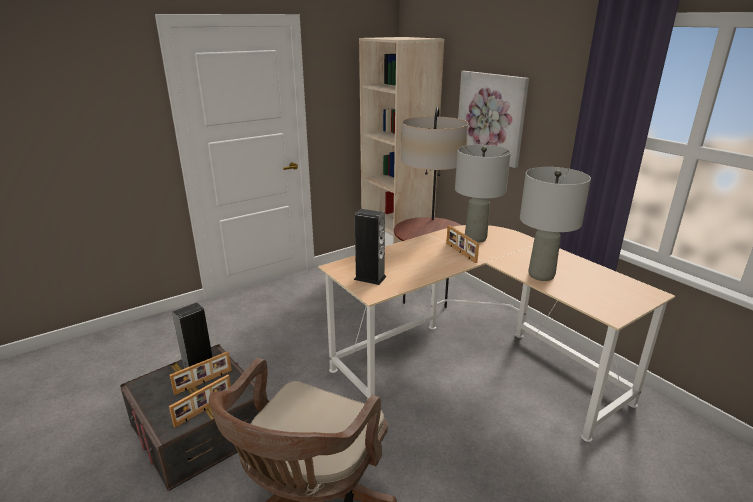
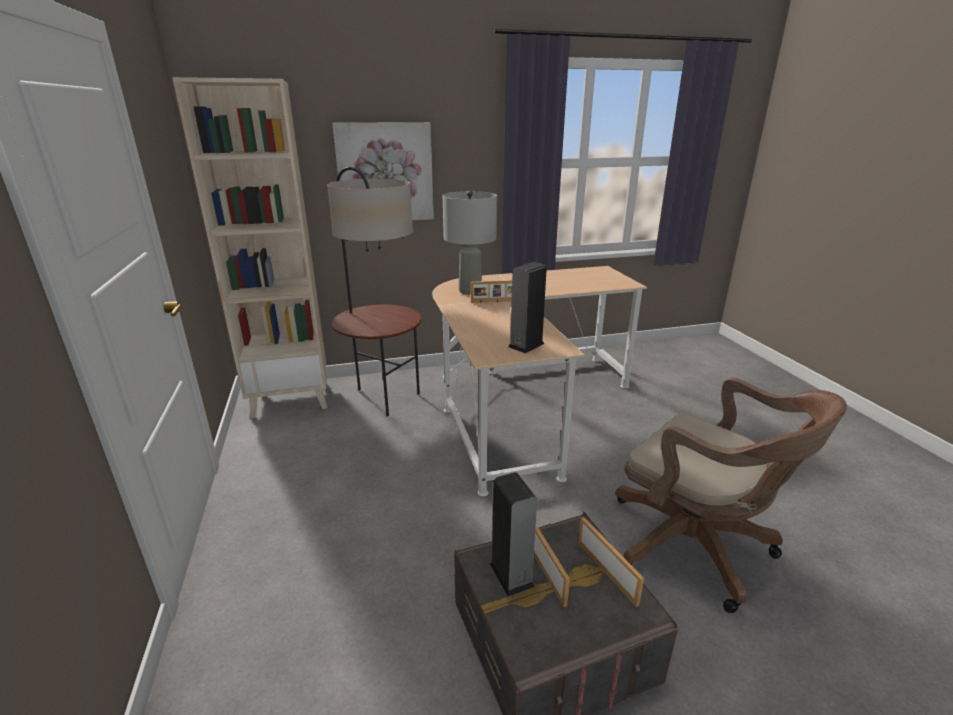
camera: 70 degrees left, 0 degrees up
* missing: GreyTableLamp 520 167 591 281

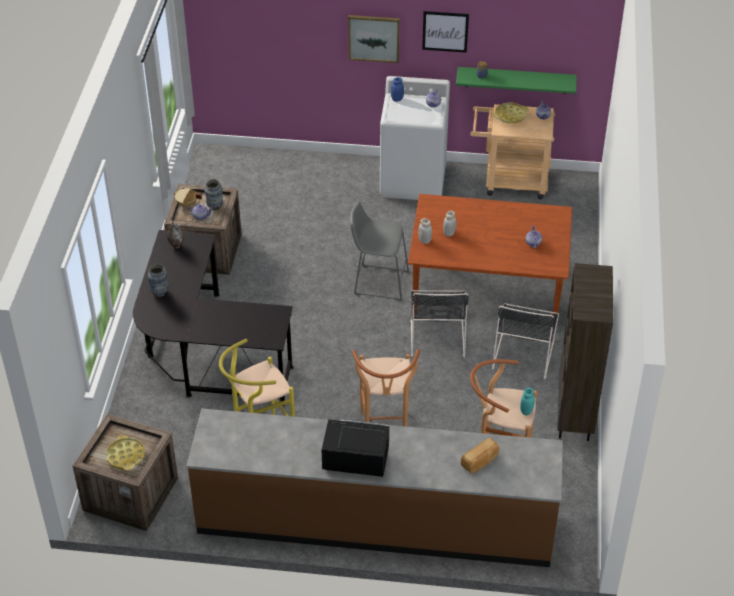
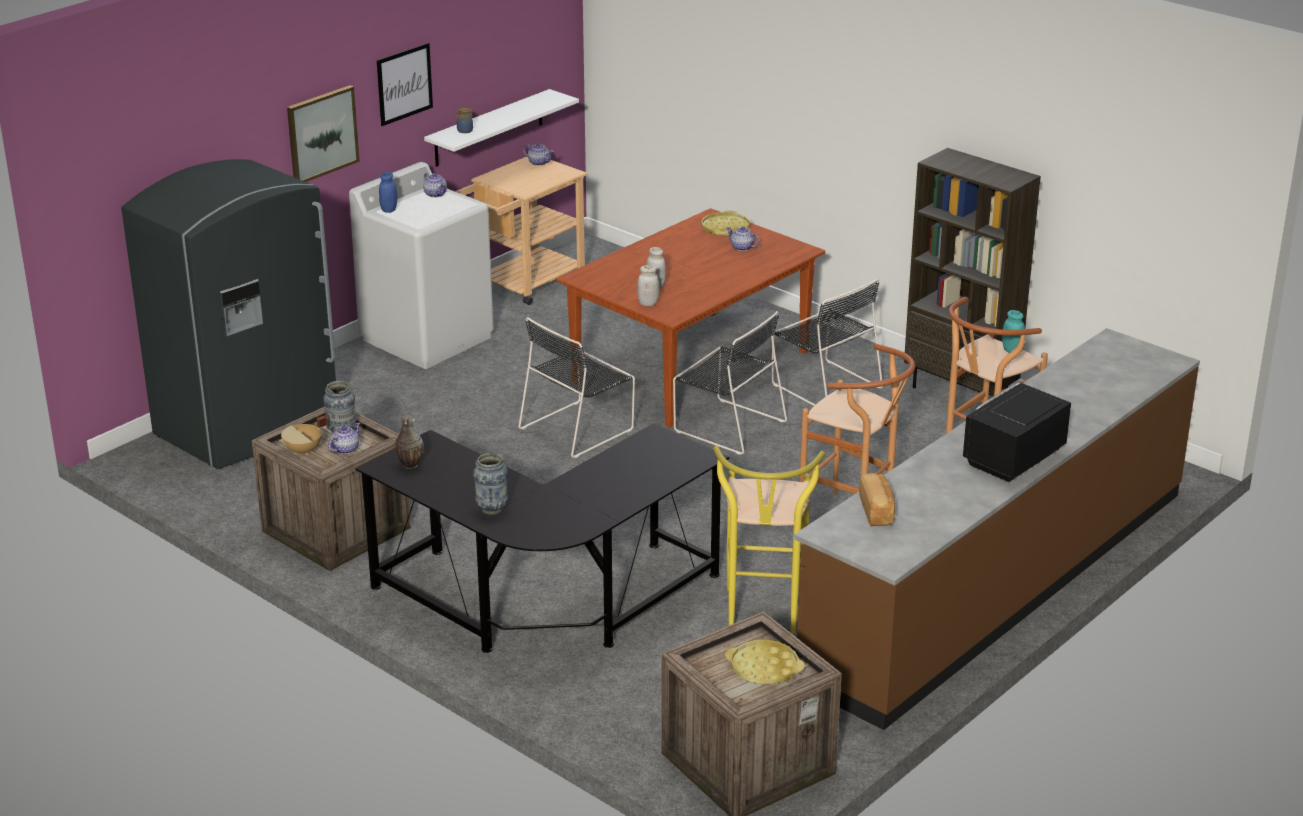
camera: 55 degrees left, 15 degrees down
* appeared: GreyFridge 121 159 336 469
* relocated: Bread 461 438 499 473 to 859 473 895 526
* relocated: YellowTray 493 103 529 123 to 701 211 750 236
* exchanged: GreyStool 350 202 410 301 to BlackChair 518 317 635 458
* colour: GreenShelf 456 67 577 94 to WhiteShelf 424 89 579 167

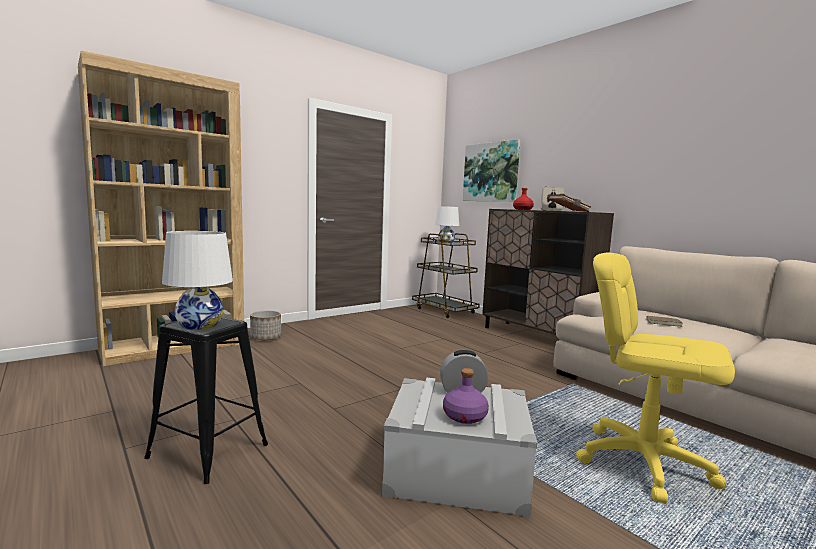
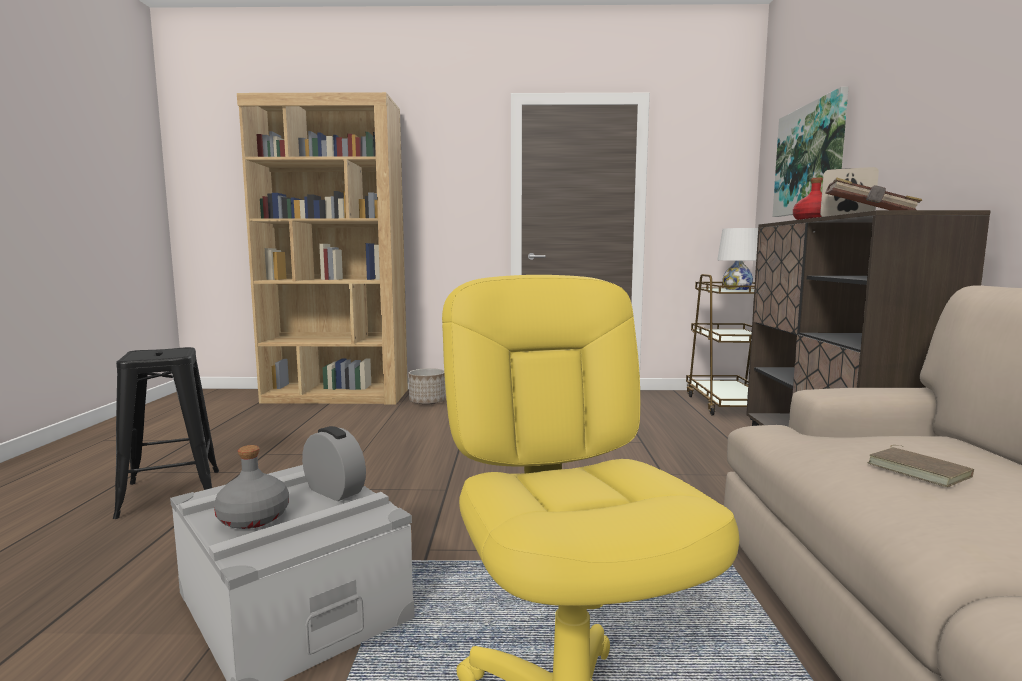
camera: 40 degrees right, 0 degrees up
* missing: WhiteTableLamp 162 231 233 330
* colour: PurpleBottle 443 368 489 424 to GreyBottle 214 445 289 529

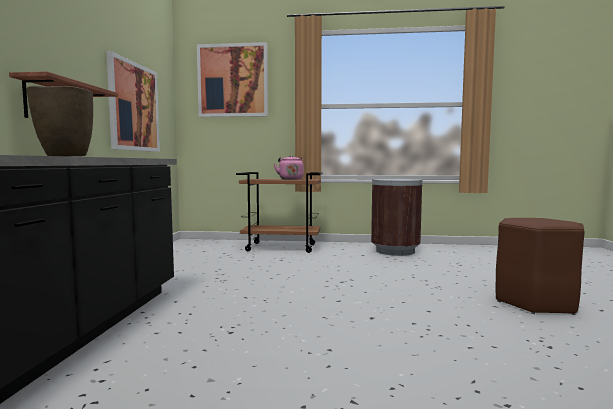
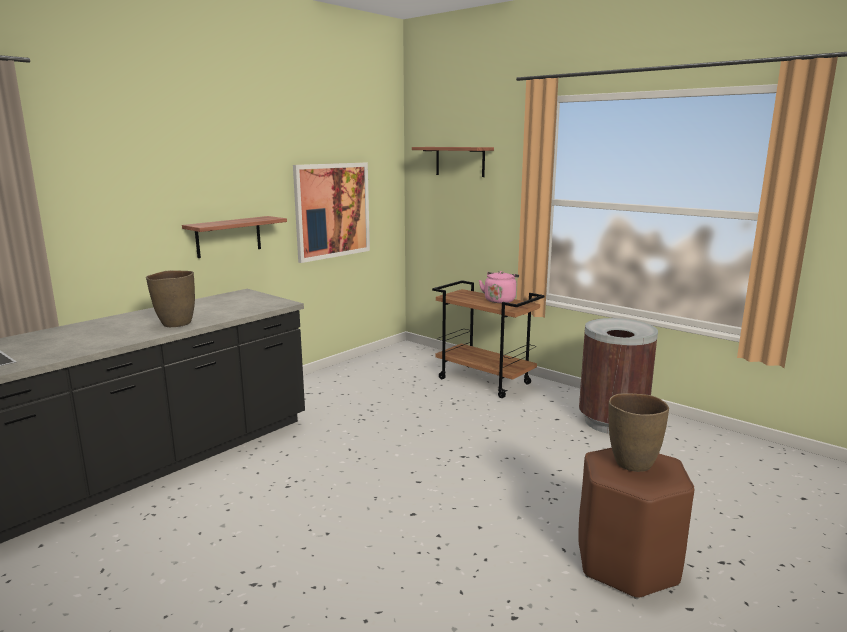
camera: 35 degrees right, 10 degrees up
* appeared: BrownVase 608 393 669 472
* exchanged: Picture 197 42 268 117 to Shelf 412 147 494 177

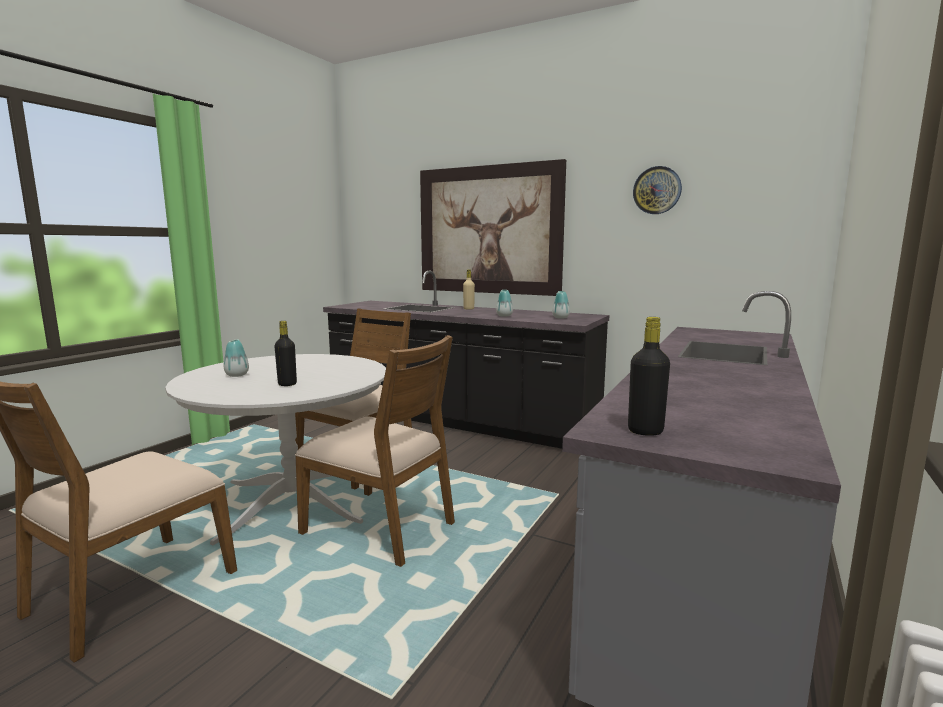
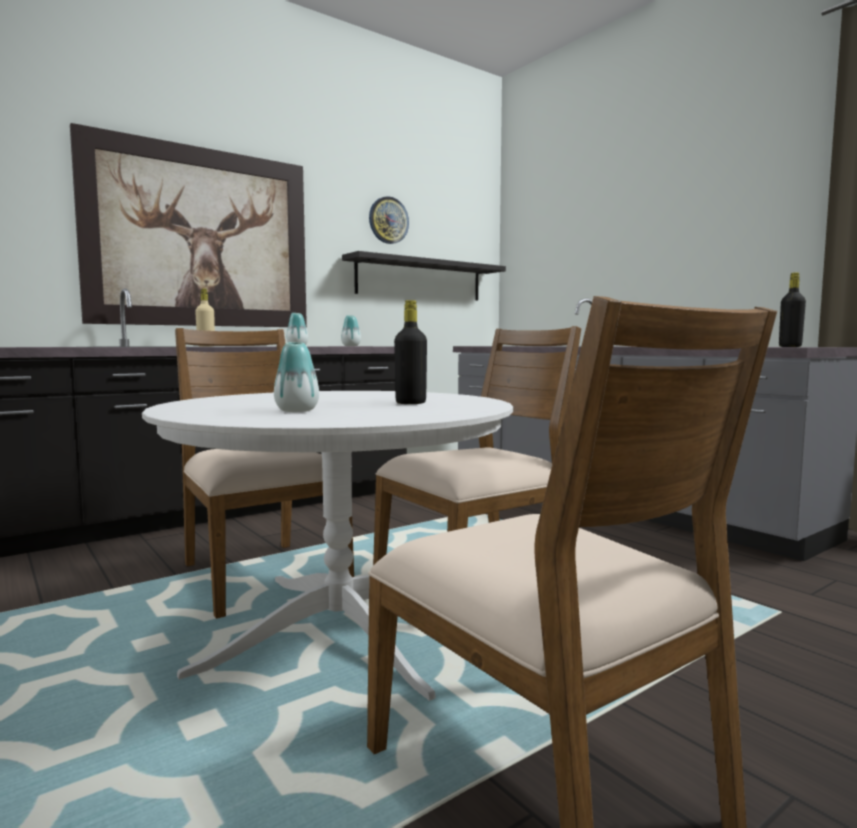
camera: 65 degrees left, 5 degrees down
* appeared: BlackShelf 342 251 506 301

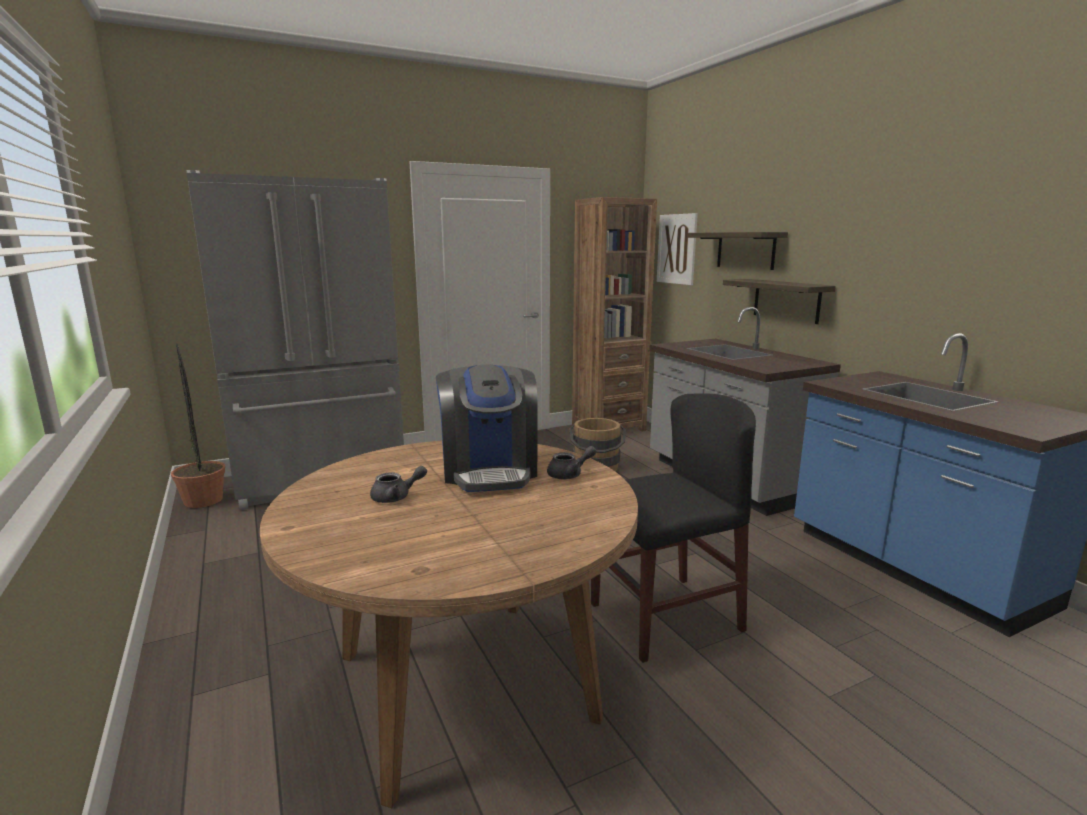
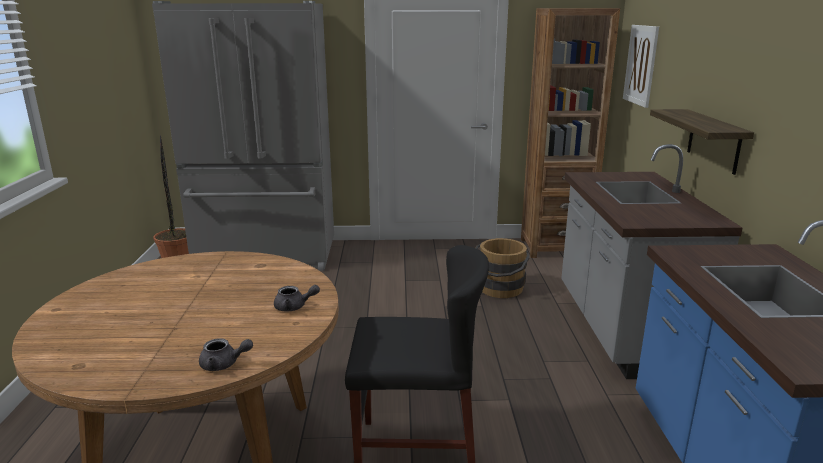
camera: 25 degrees right, 5 degrees up
* missing: CoffeeMachine 436 364 537 492
* missing: Shelf 688 232 788 270
* relocated: GreyTeapot 370 466 427 503 to 199 338 253 371

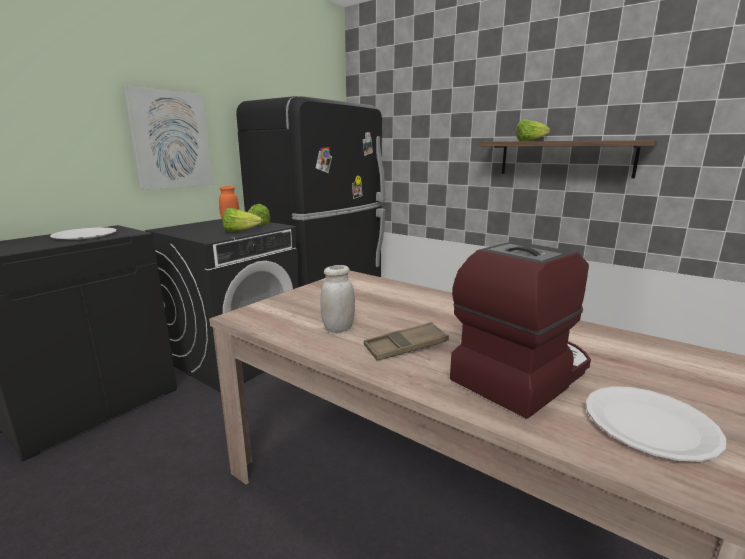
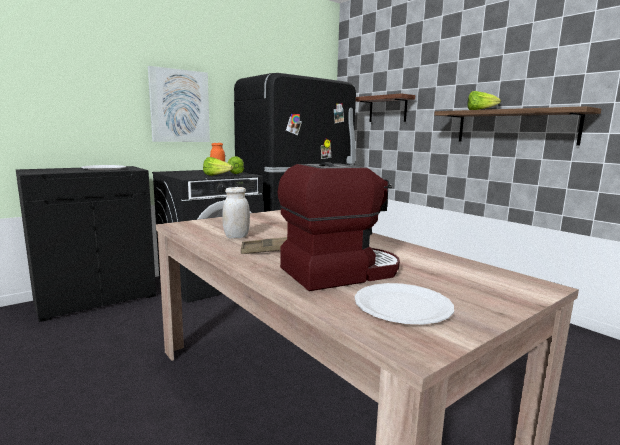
camera: 15 degrees right, 5 degrees down
* appeared: Shelf 356 93 415 122

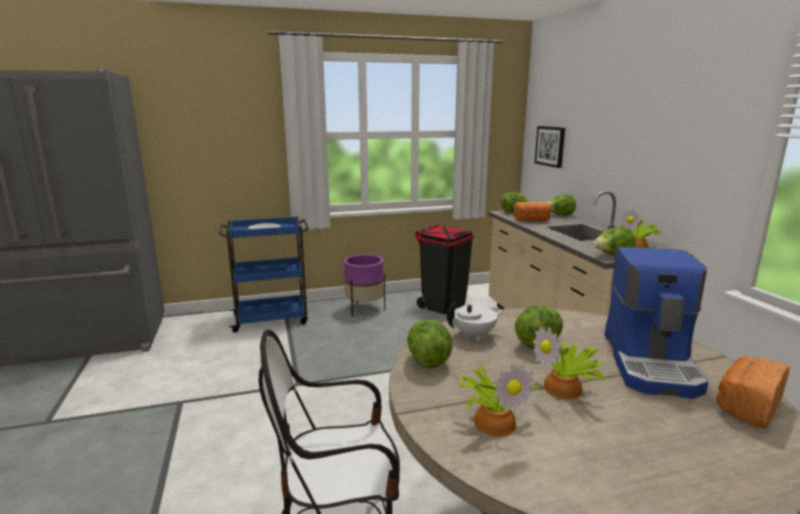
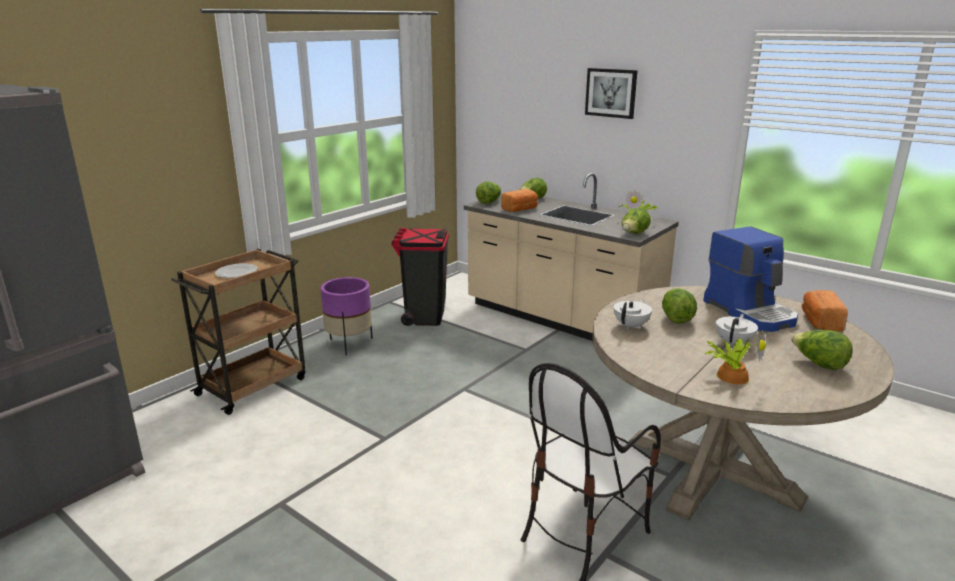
camera: 35 degrees left, 5 degrees up
* relocated: Lettuce 407 319 453 368 to 791 330 853 370
* relocated: Picture 535 126 565 168 to 585 68 638 119
* exchanged: PottedPlant 533 327 605 399 to WhiteTeapot 716 314 758 347
* colour: BlueCart 219 216 309 333 to BrownCart 171 249 306 415

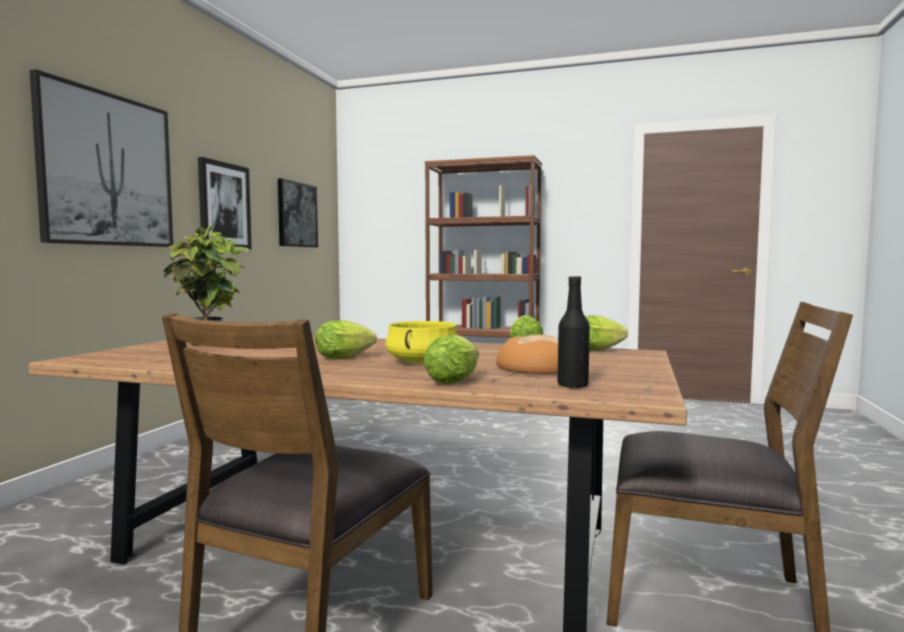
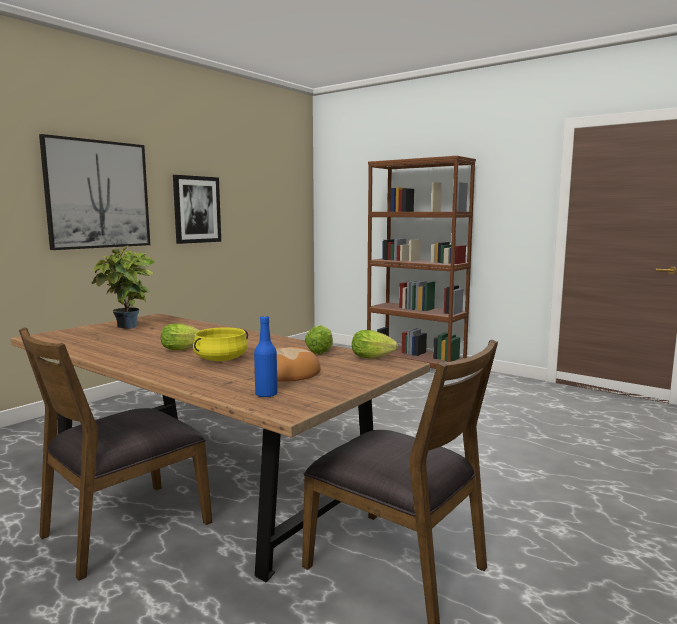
camera: 20 degrees right, 5 degrees up
* missing: Picture 278 178 318 248
* missing: Lettuce 423 335 479 384
* colour: BlackBottle 558 276 590 388 to BlueBottle 254 316 278 398

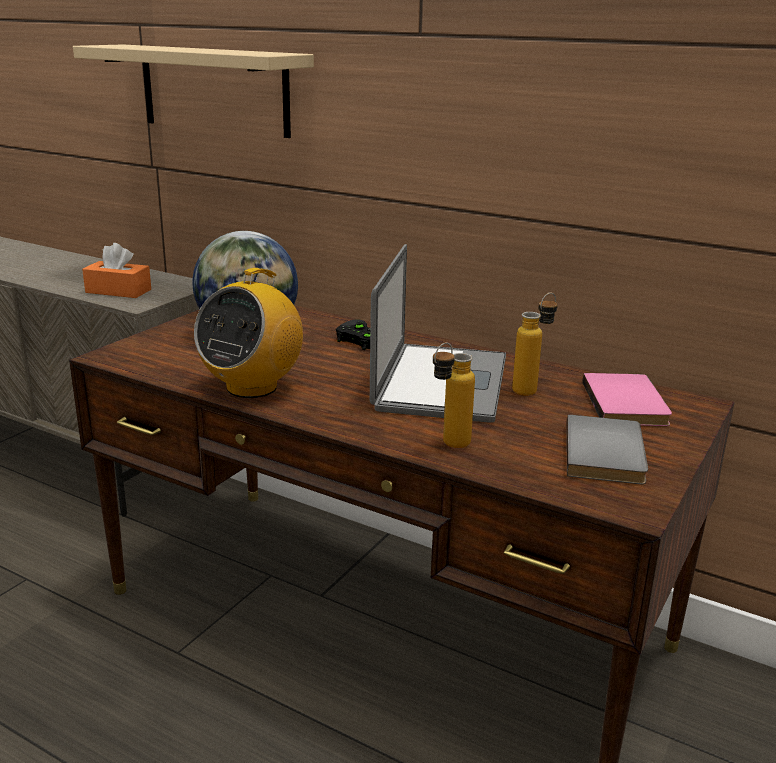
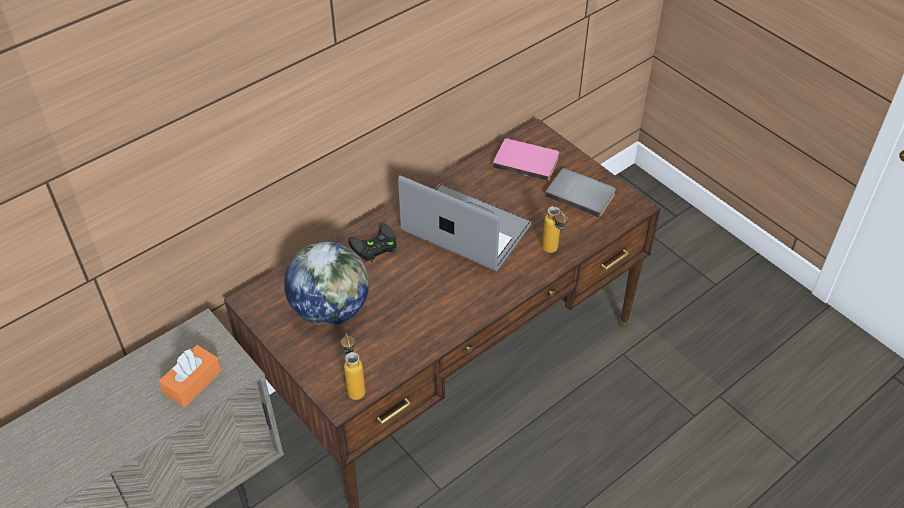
camera: 70 degrees left, 25 degrees up
* missing: BeigeShelf 73 44 314 138
* missing: Radio 194 268 303 398
* relocated: Bottle 512 293 557 396 to 341 333 366 400

